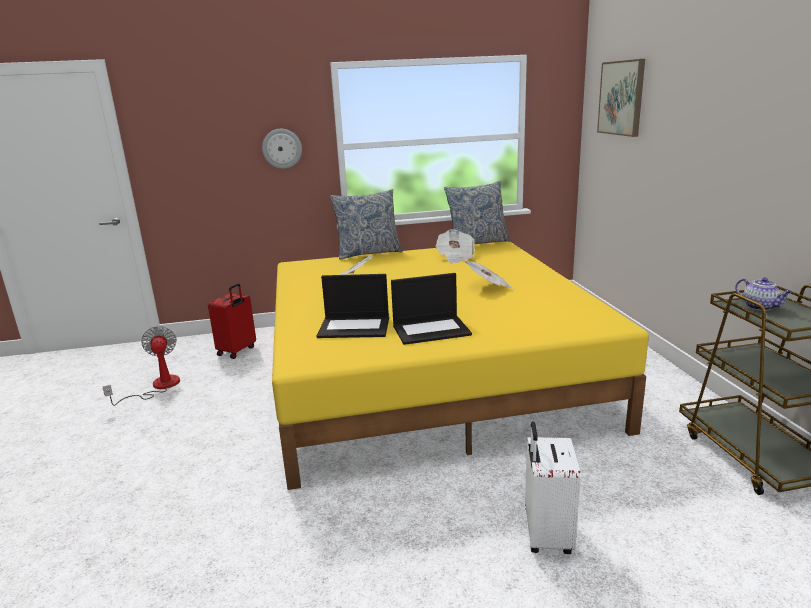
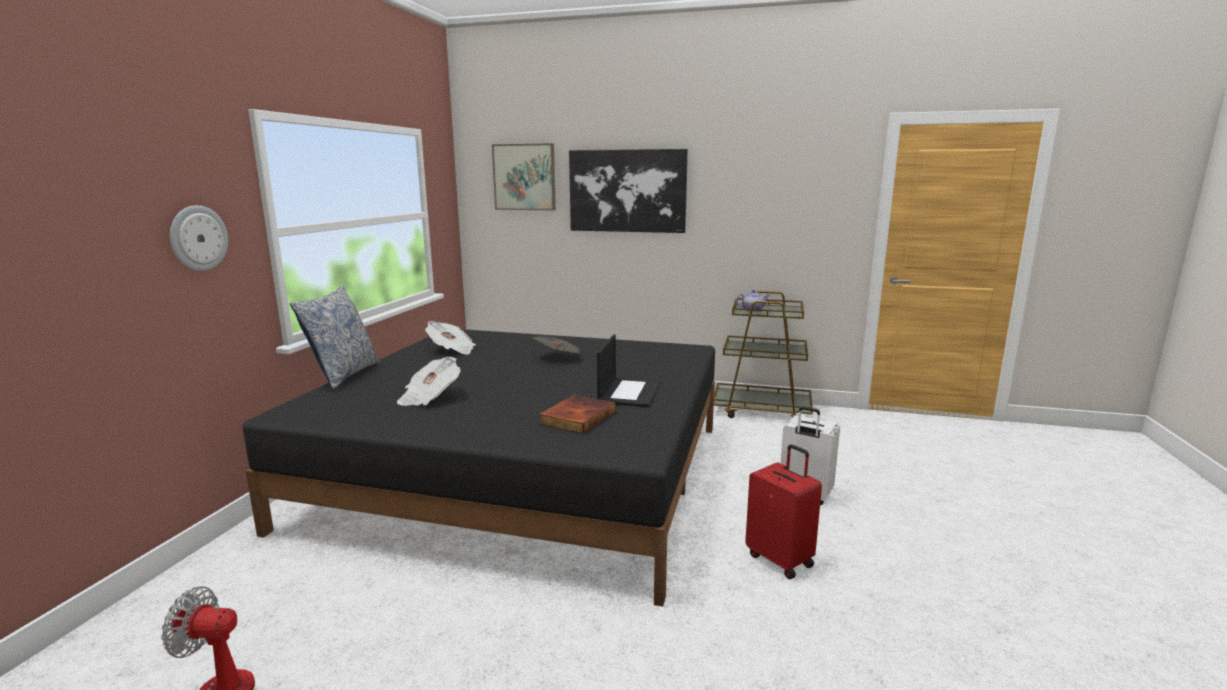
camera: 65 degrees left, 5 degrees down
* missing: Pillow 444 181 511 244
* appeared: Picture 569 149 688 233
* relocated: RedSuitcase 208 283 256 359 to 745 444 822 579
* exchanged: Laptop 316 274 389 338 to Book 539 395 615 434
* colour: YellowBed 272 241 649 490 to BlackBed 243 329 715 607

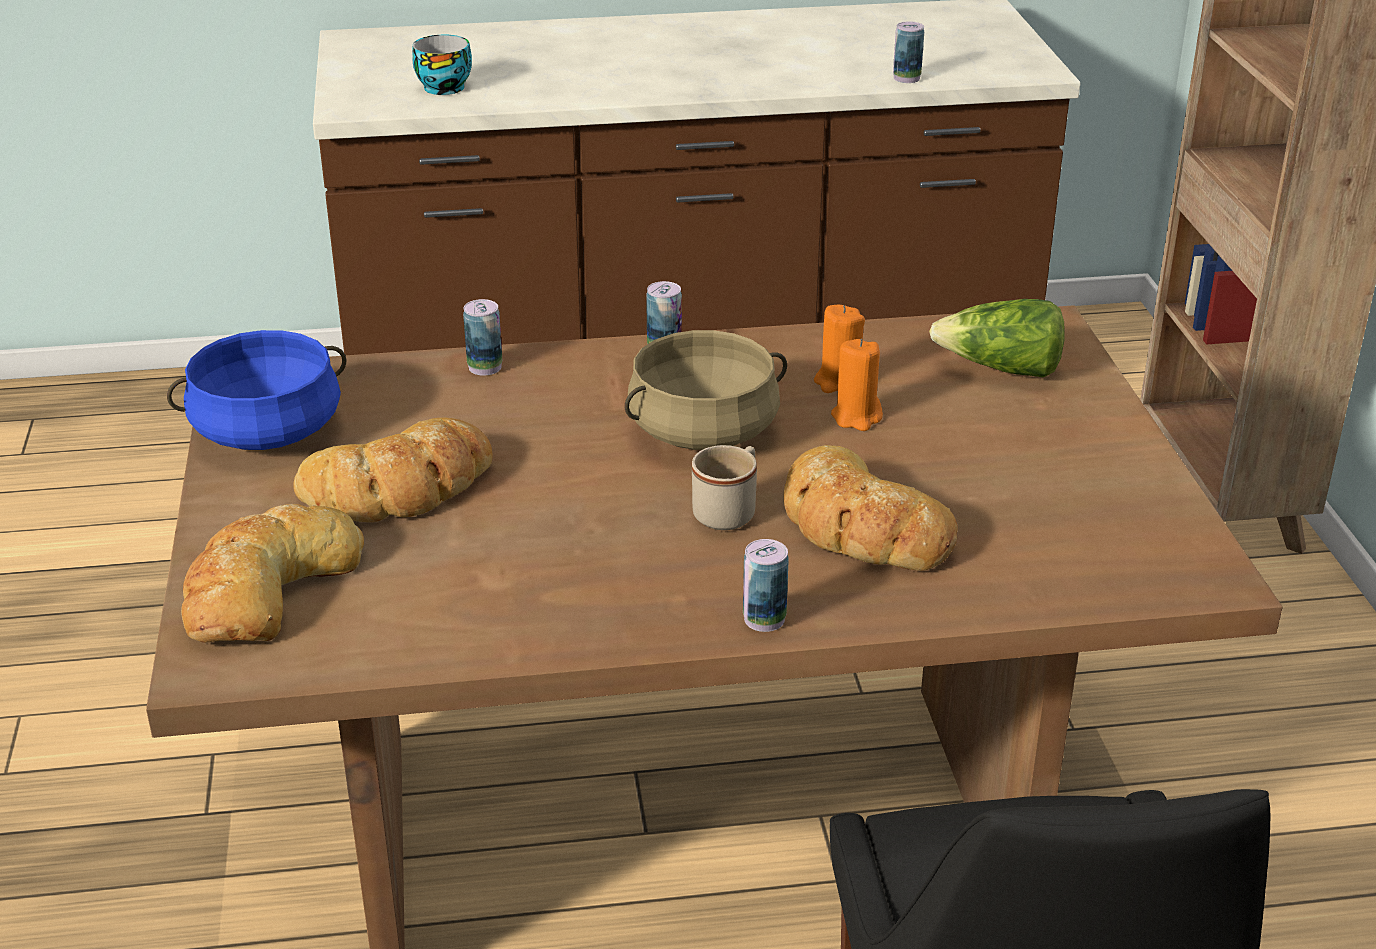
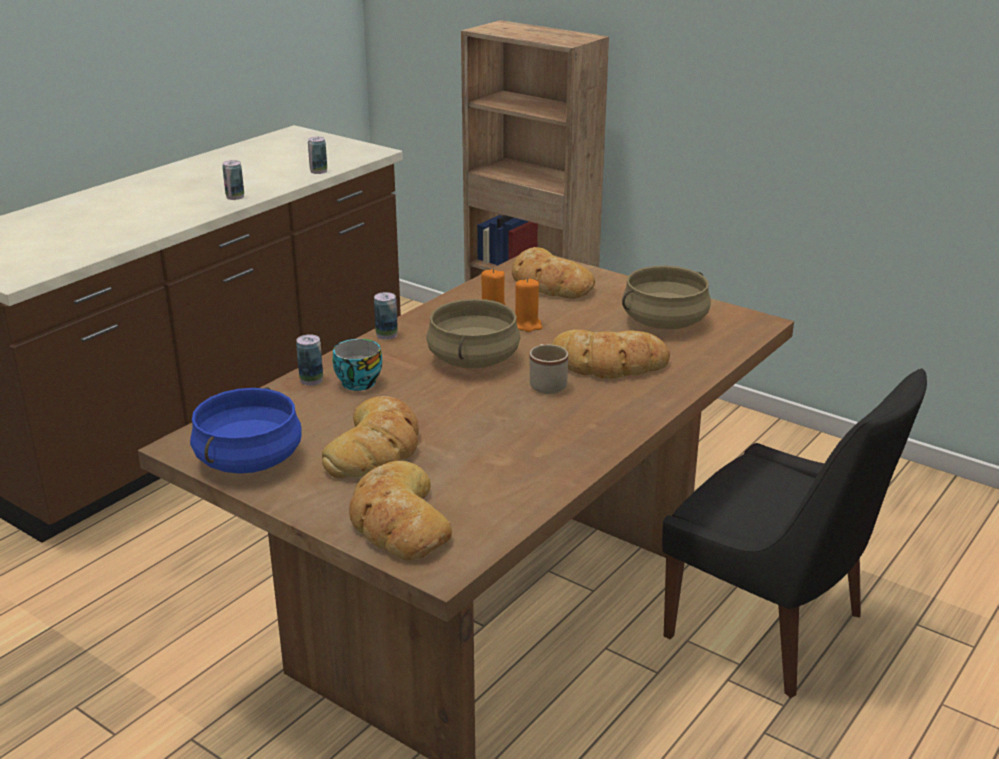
camera: 45 degrees left, 5 degrees down
* appeared: BeigeCookingPot 622 266 711 329
* relocated: Cup 412 35 472 95 to 333 339 382 391
* relocated: Can 743 539 789 632 to 222 160 244 200
* exchanged: Lettuce 929 299 1064 377 to Bread 512 247 595 299

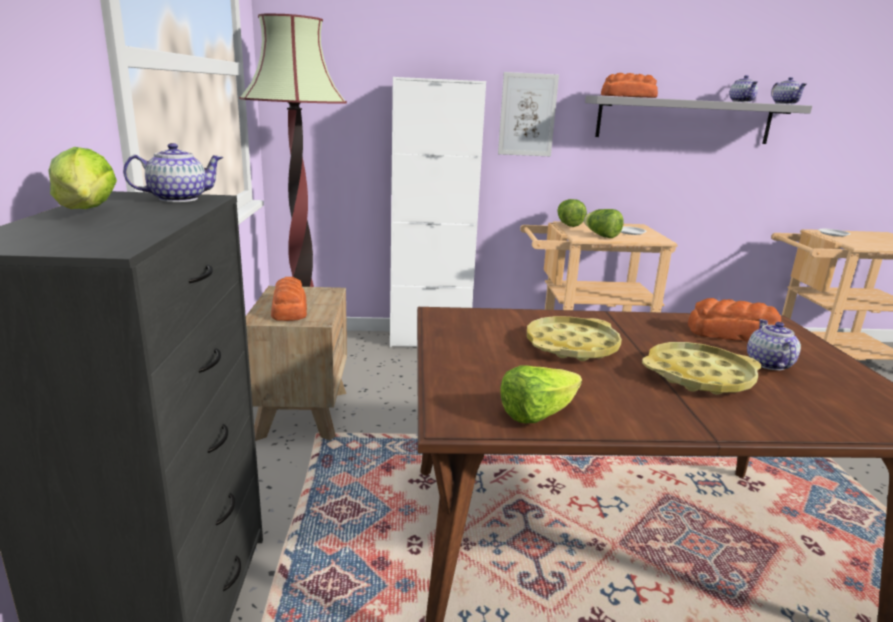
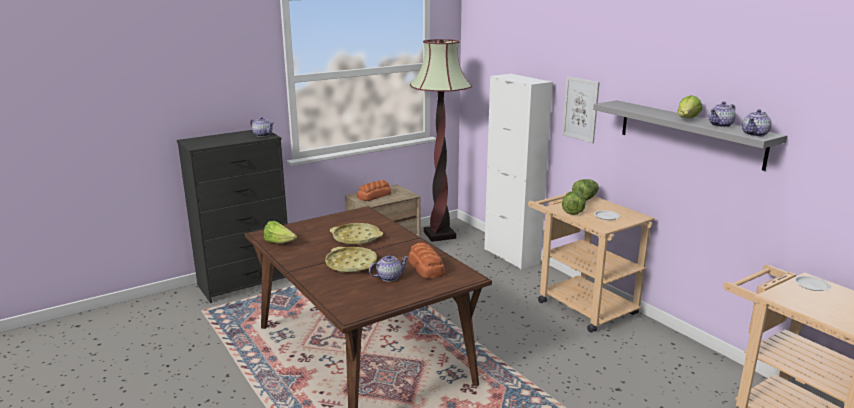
camera: 60 degrees right, 0 degrees up
* missing: Bread 601 73 658 98
* relocated: Lettuce 48 147 117 209 to 678 95 702 118

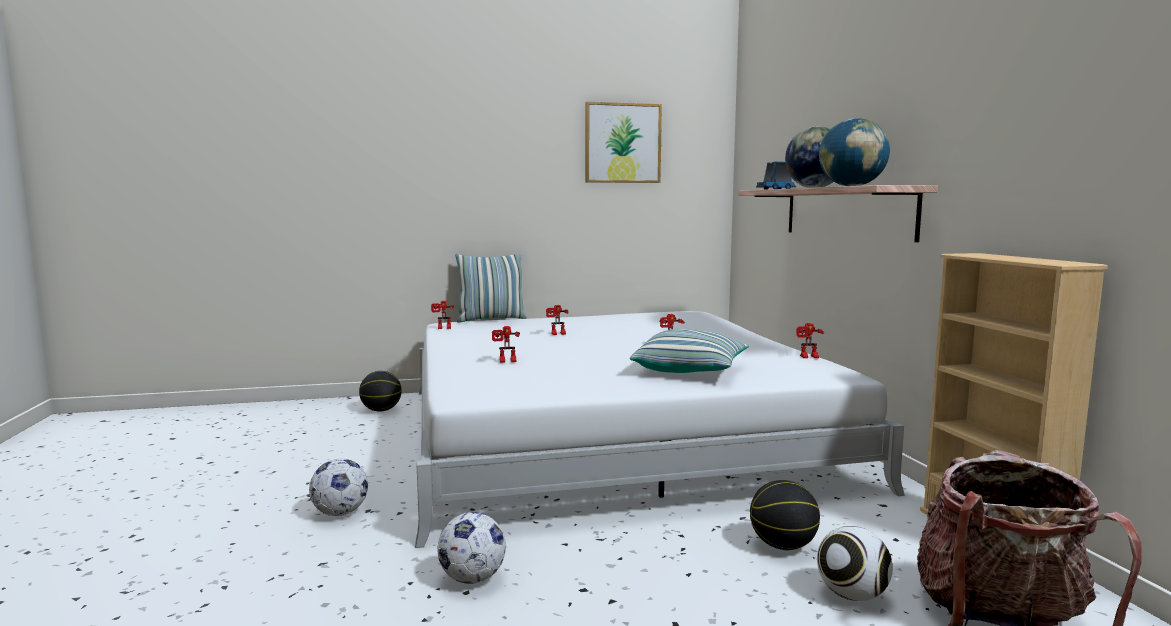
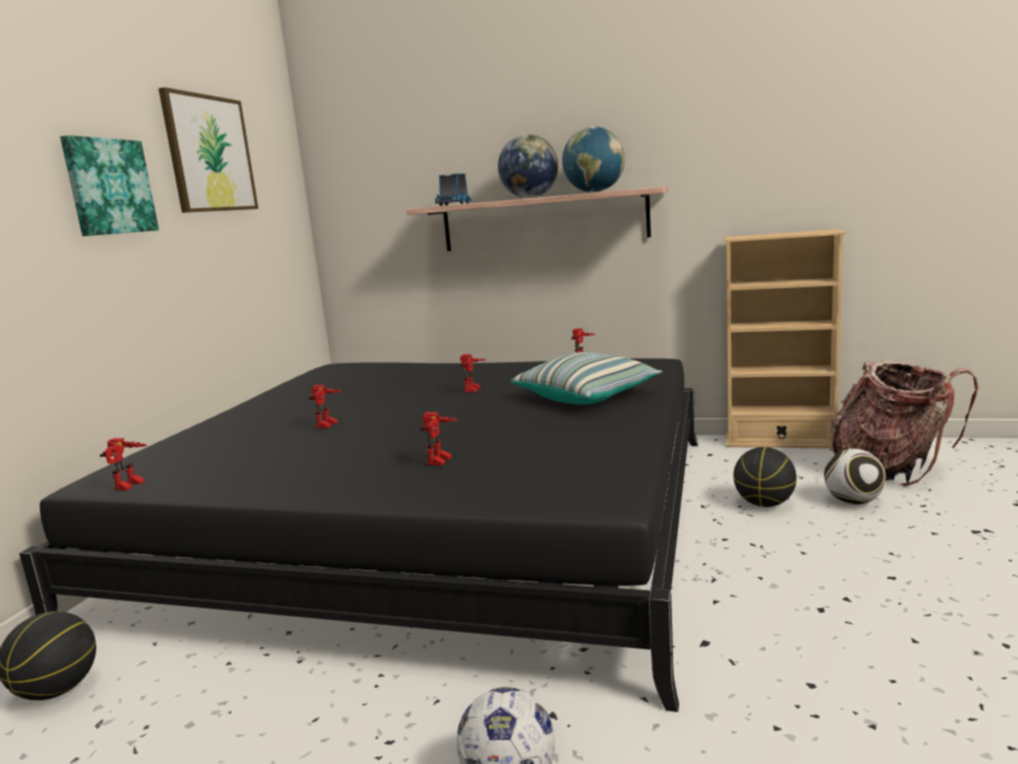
camera: 60 degrees left, 5 degrees up
* missing: Football 438 512 506 584
* missing: Pillow 455 254 527 322
* appeared: Picture 60 135 159 236
* colour: WhiteBed 415 311 905 548 to BlackBed 19 358 698 712

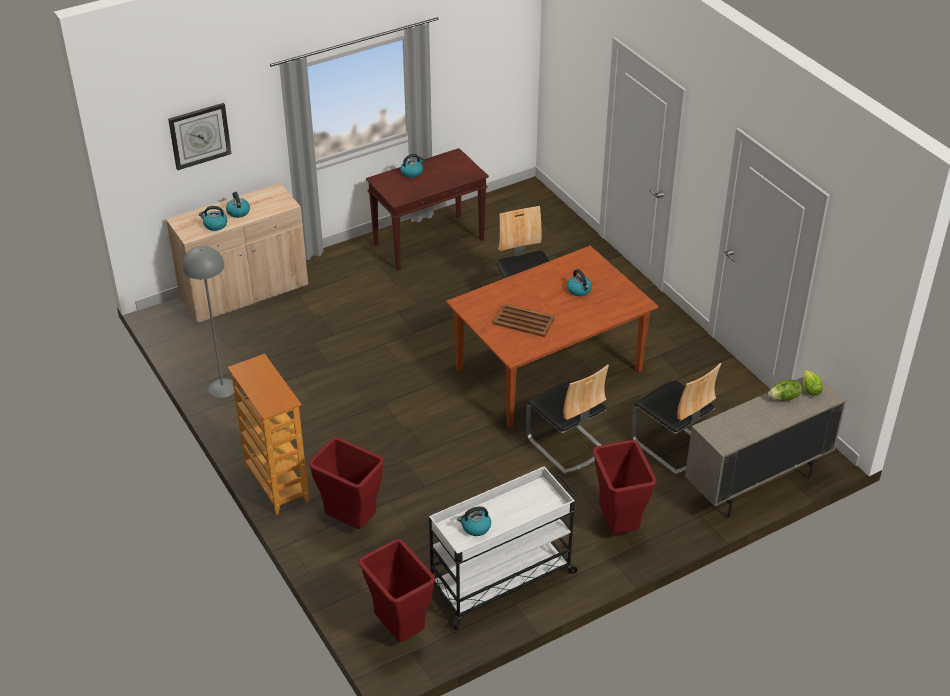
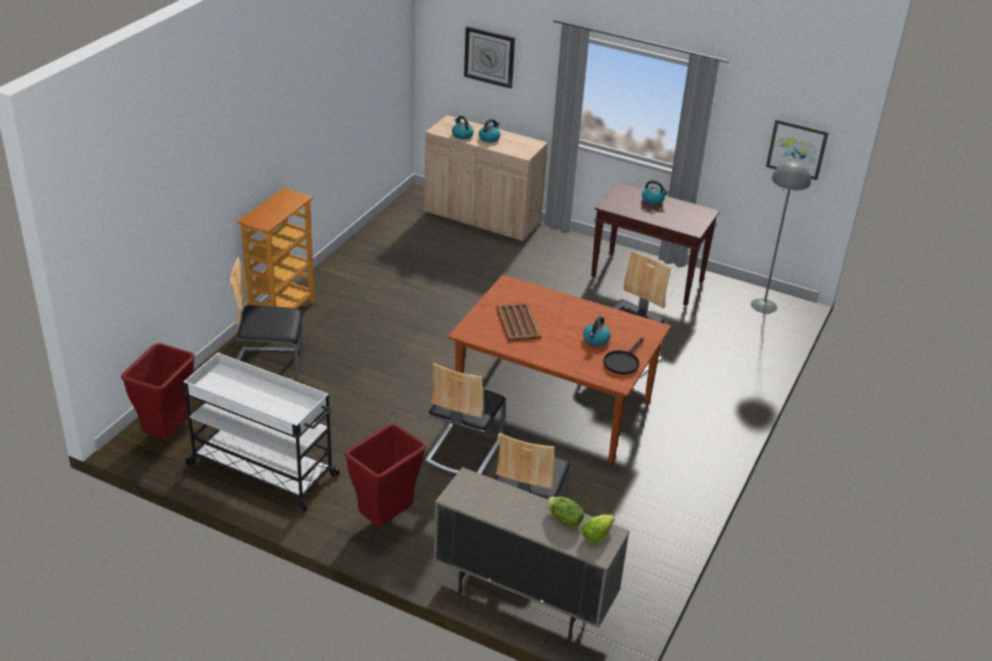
camera: 55 degrees right, 5 degrees down
* missing: Kettle 457 507 491 536
* appeared: BlackFryingPan 604 338 644 375
* appeared: Picture 766 119 829 180
* relocated: GreyFloorLamp 182 246 234 398 to 751 161 811 313
* exchanged: RedTrashCan 308 437 384 529 to Chair 230 257 303 381

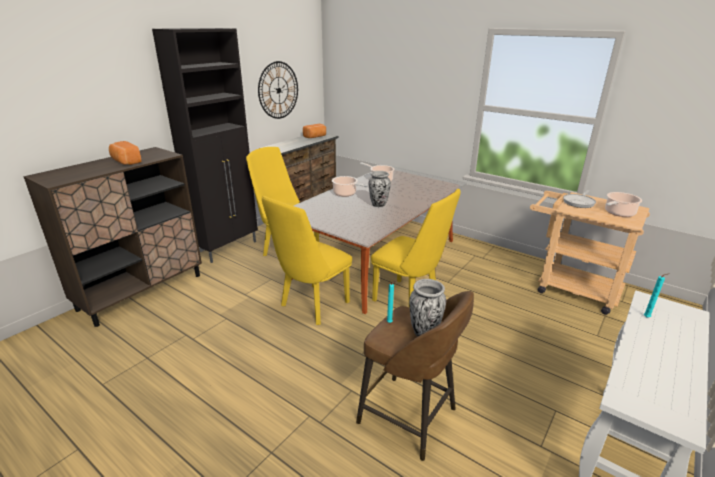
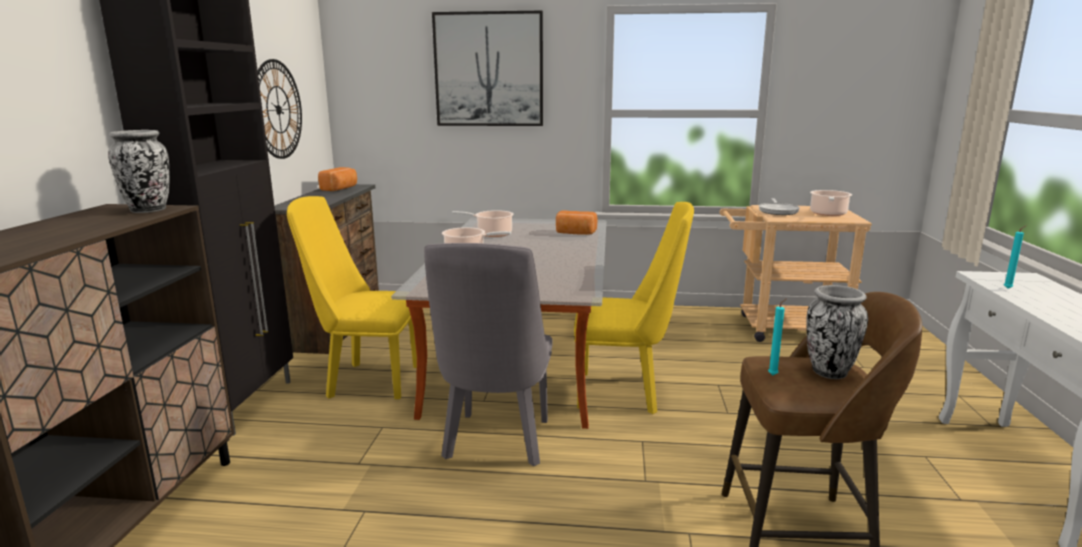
camera: 30 degrees left, 10 degrees down
* appeared: Picture 432 11 543 126
* relocated: Bread 109 141 141 165 to 556 211 597 235
* relocated: Vase 369 171 391 207 to 108 130 169 213
* colour: YellowChair 262 196 352 325 to GreyChair 424 243 553 466

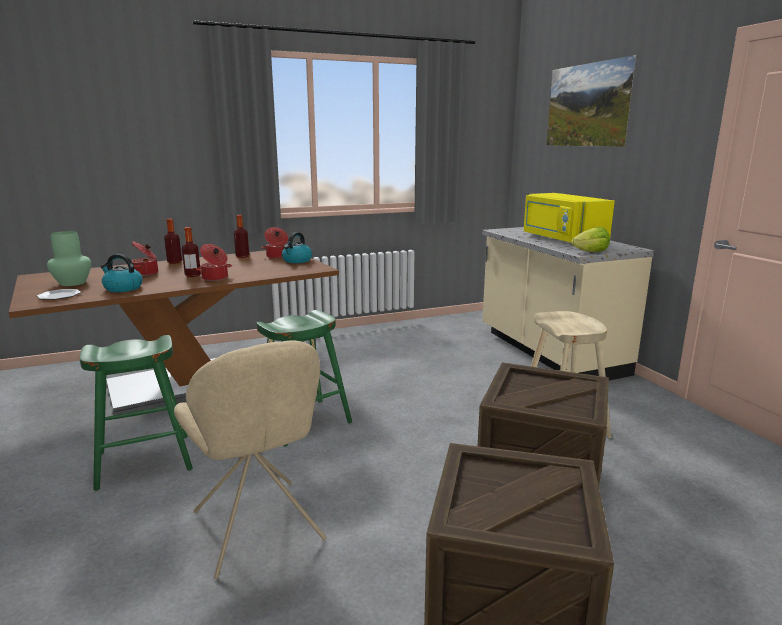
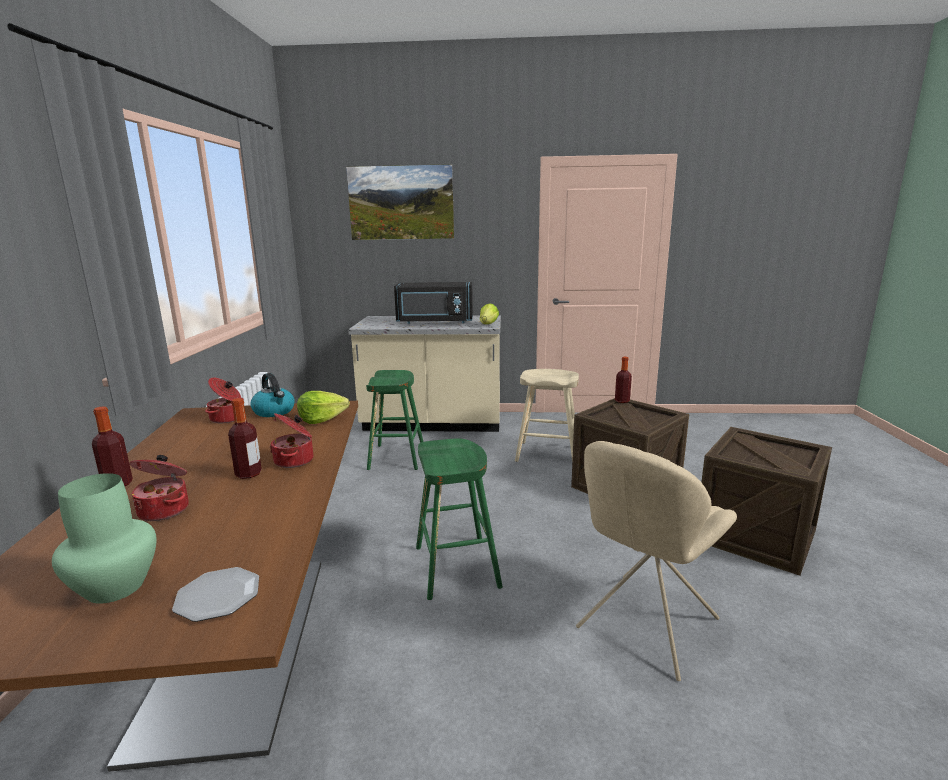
camera: 65 degrees left, 0 degrees up
* missing: Kettle 101 254 143 292
* appeared: Lettuce 297 391 350 424
* relocated: GreenStool 80 335 193 491 to 366 370 423 470
* relocated: Bottle 234 215 249 258 to 615 357 632 403
* colour: YellowMicrowave 524 193 615 242 to BlackMicrowave 394 282 473 324
* spun: BeigeChair 174 340 327 579 = 576 441 737 681 135 degrees clockwise

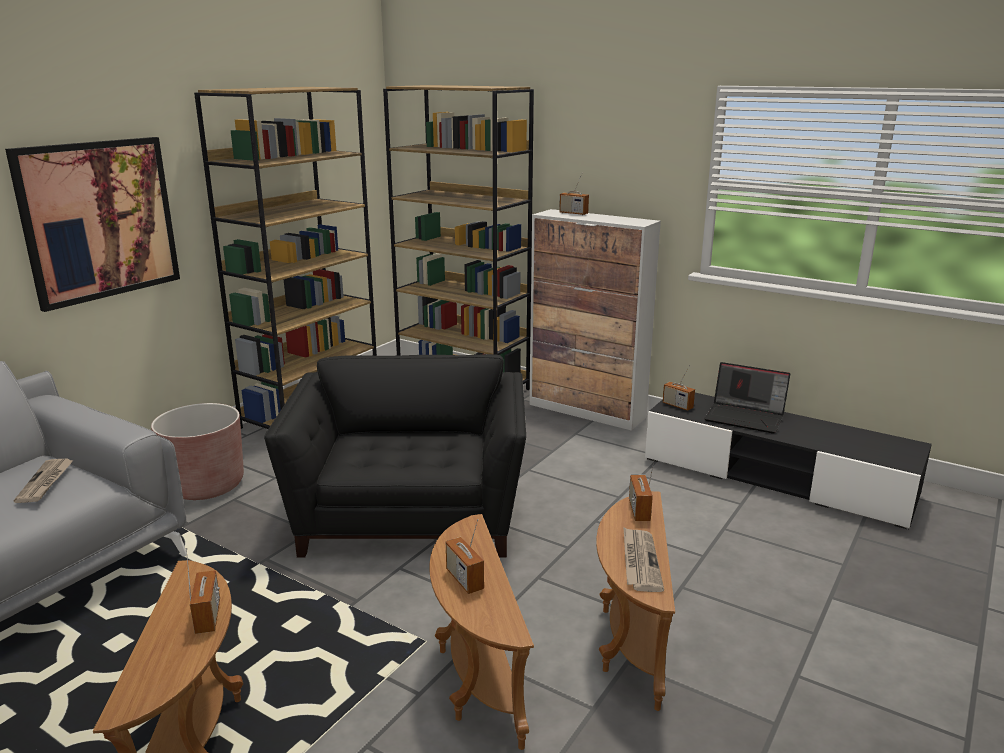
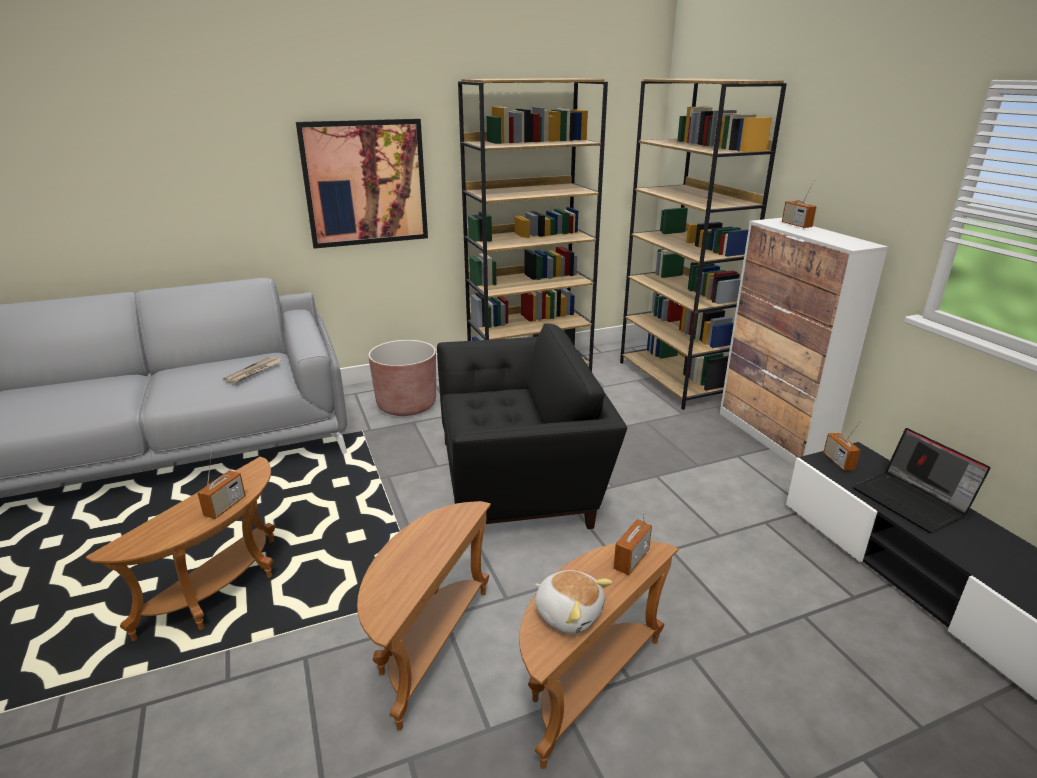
camera: 35 degrees right, 5 degrees up
* missing: Radio 446 519 484 594
* exchanged: Newspaper 623 527 664 592 to PlushToy 535 570 613 634
* spun: BlackArmchair 264 354 526 558 = 437 323 627 529 45 degrees clockwise

